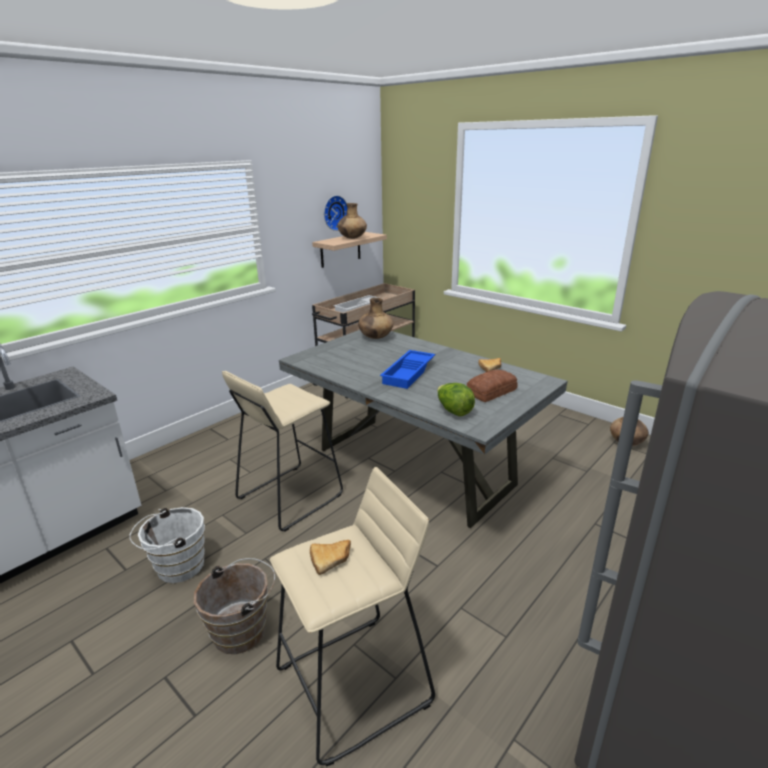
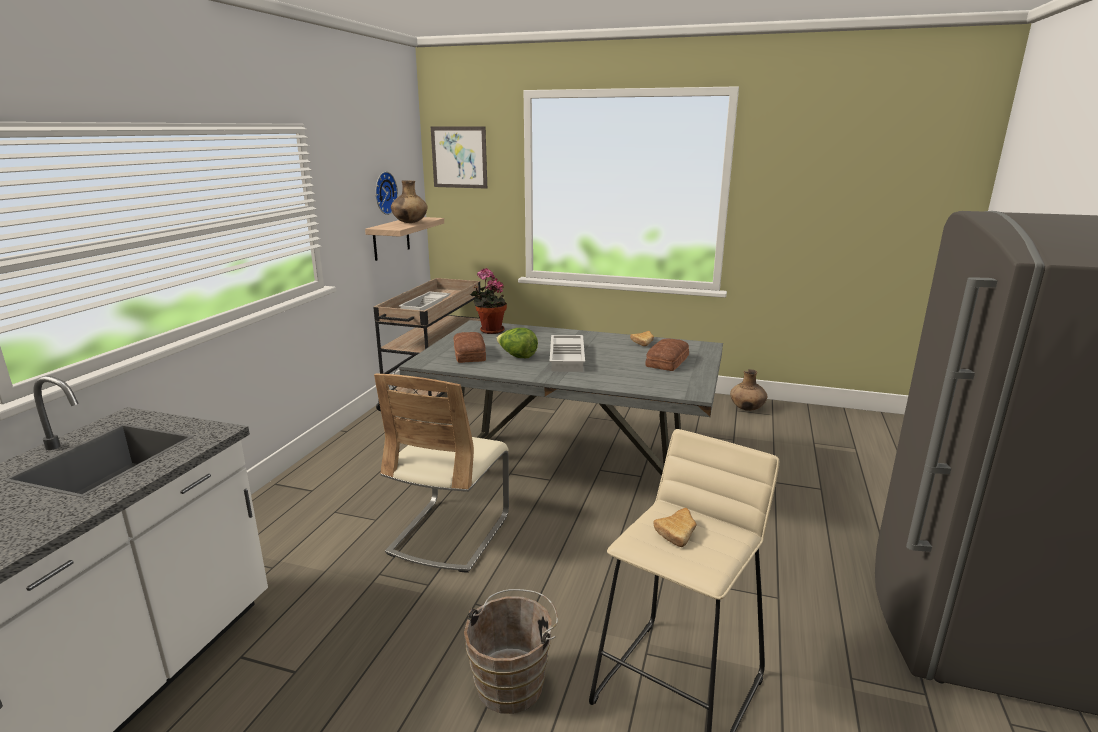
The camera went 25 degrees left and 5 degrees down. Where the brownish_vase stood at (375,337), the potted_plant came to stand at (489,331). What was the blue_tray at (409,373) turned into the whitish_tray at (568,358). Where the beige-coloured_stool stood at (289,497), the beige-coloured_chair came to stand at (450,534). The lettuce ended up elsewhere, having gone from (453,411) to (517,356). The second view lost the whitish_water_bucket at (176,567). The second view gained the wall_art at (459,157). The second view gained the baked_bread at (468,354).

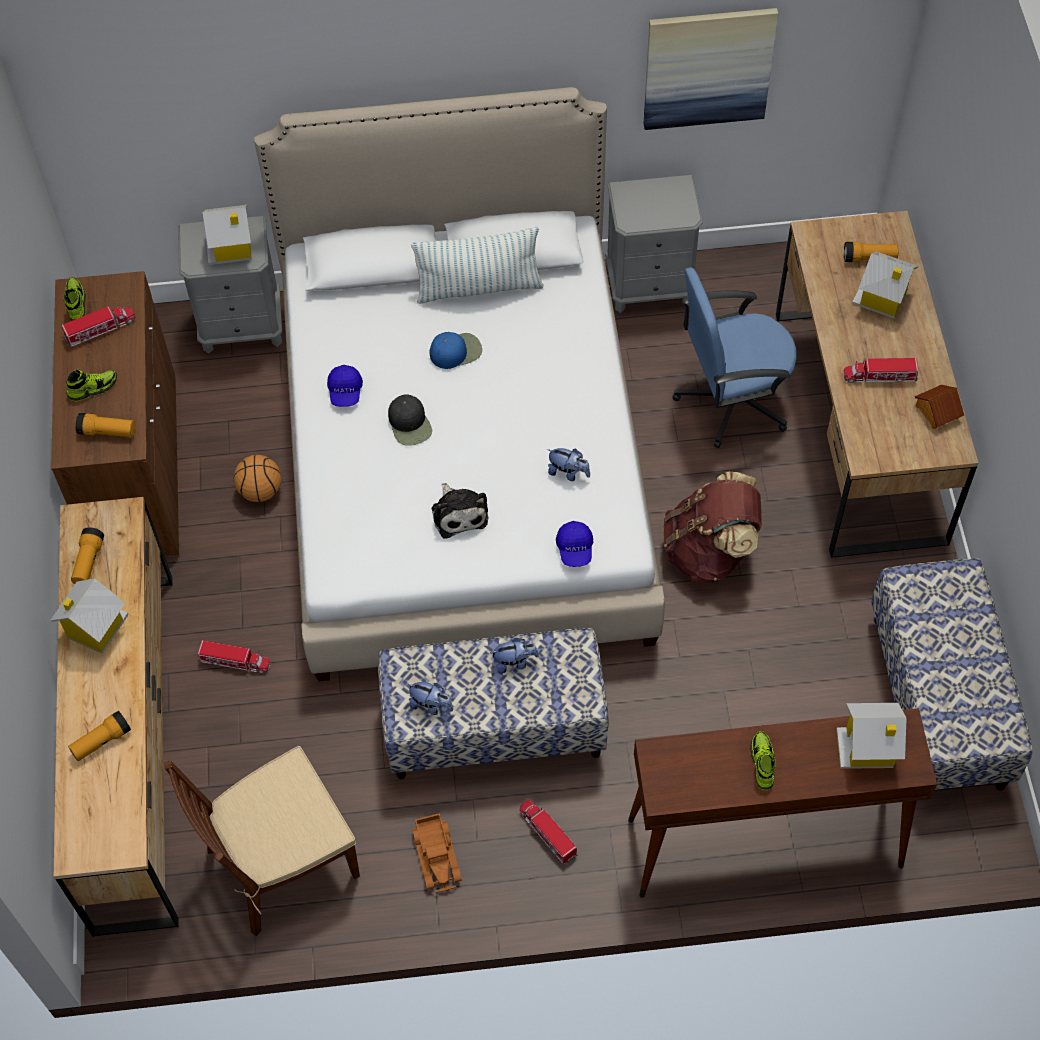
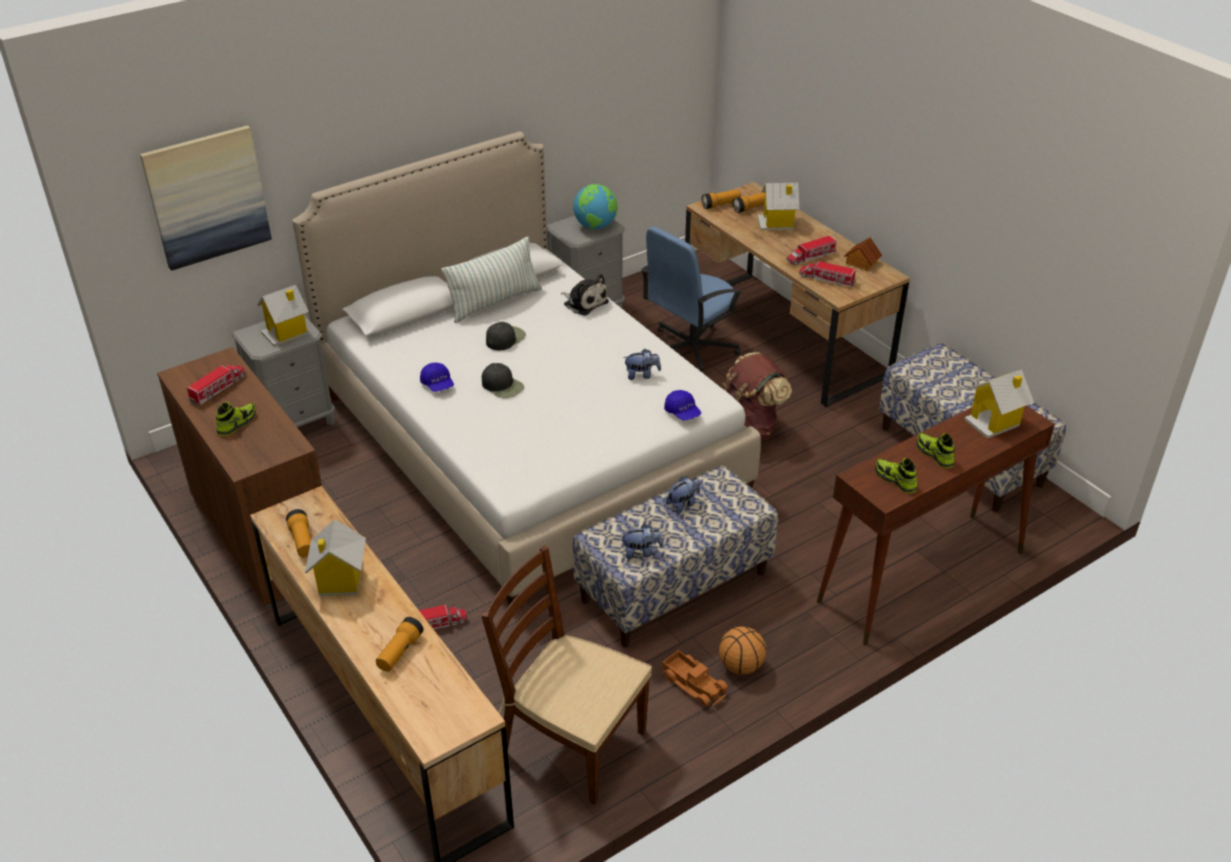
The camera went 30 degrees left and 20 degrees down. The wall_art ended up elsewhere, having gone from (708,67) to (207,197). The item_of_footwear ended up elsewhere, having gone from (76,303) to (895,480). What was the blue_baseball_cap at (456,351) turned into the black-coloured_baseball_cap at (505,338). The flashlight ended up elsewhere, having gone from (107,432) to (721,205). The basketball ended up elsewhere, having gone from (260,490) to (740,666). The cuddly_toy ended up elsewhere, having gone from (459,513) to (584,302). The brownish_chair at (281,863) ended up facing another way, 90 degrees clockwise from before. The toy_lorry ended up elsewhere, having gone from (547,833) to (826,279). The second view gained the globe at (595,226).

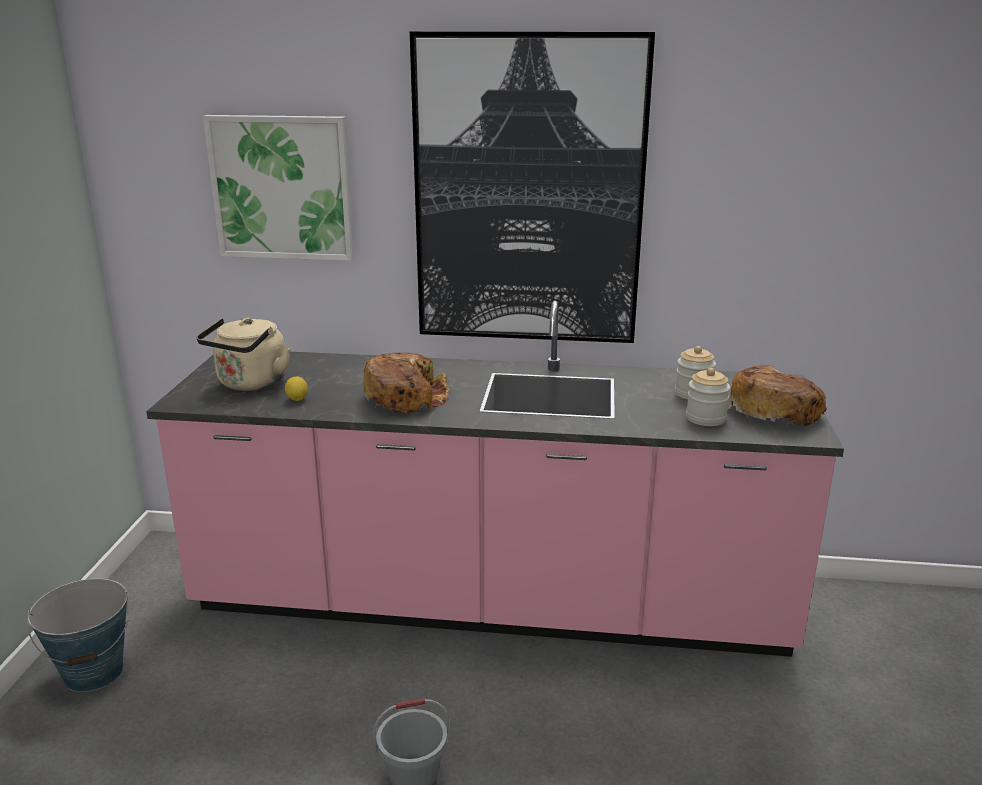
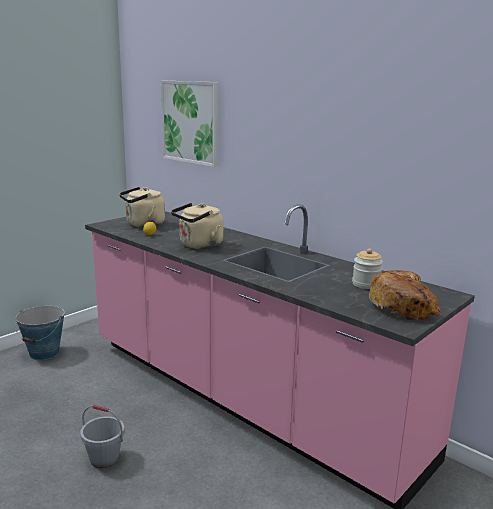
The camera went 35 degrees right and 5 degrees down. The second view lost the wall_art at (528,193). Where the baked_bread stood at (406,397), the beige-coloured_water_kettle came to stand at (199,245). The second view lost the jar at (705,418).

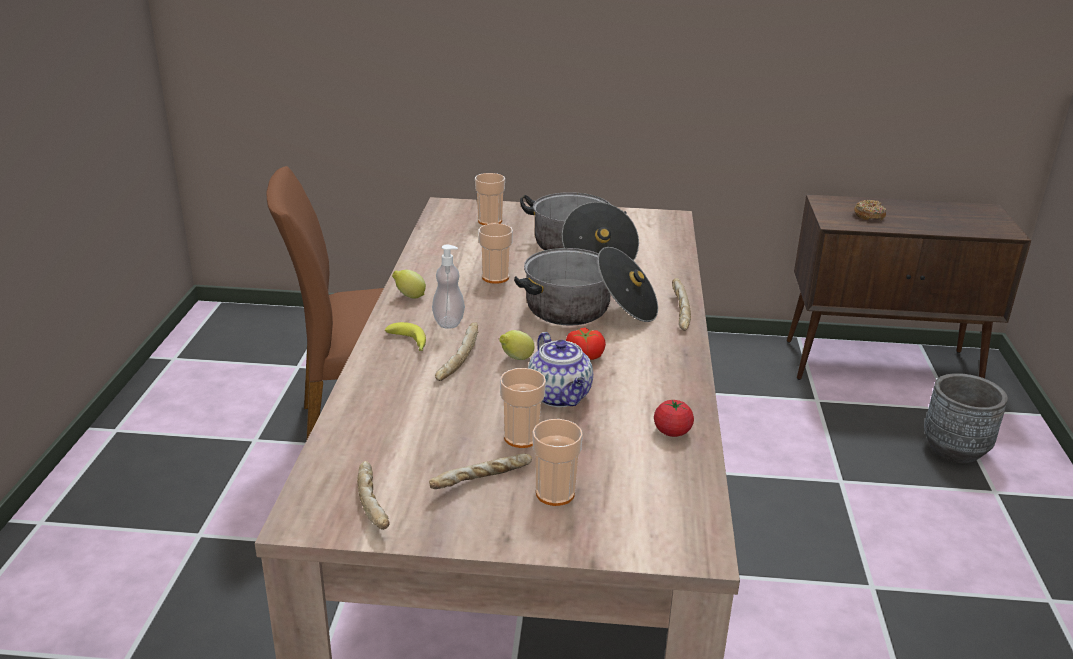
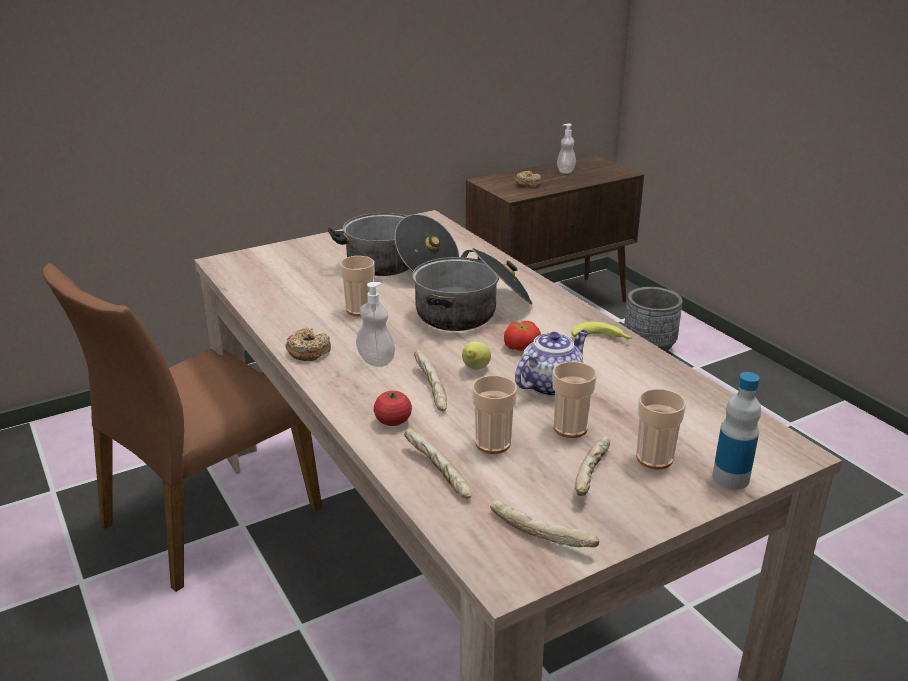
The camera went 35 degrees left and 0 degrees up. The small_cup ended up elsewhere, having gone from (490,221) to (493,443). Where the lemon stood at (409,296), the ring_doughnut came to stand at (308,351). The baked_bread ended up elsewhere, having gone from (678,312) to (436,472). The whole_banana ended up elsewhere, having gone from (409,343) to (602,338). The tea_pot at (560,397) ended up facing another way, 75 degrees counterclockwise from before. The fresh_tomato ended up elsewhere, having gone from (672,432) to (393,421). The second view gained the liquid_soap_bottle at (565,171). The second view gained the bottle at (730,478).

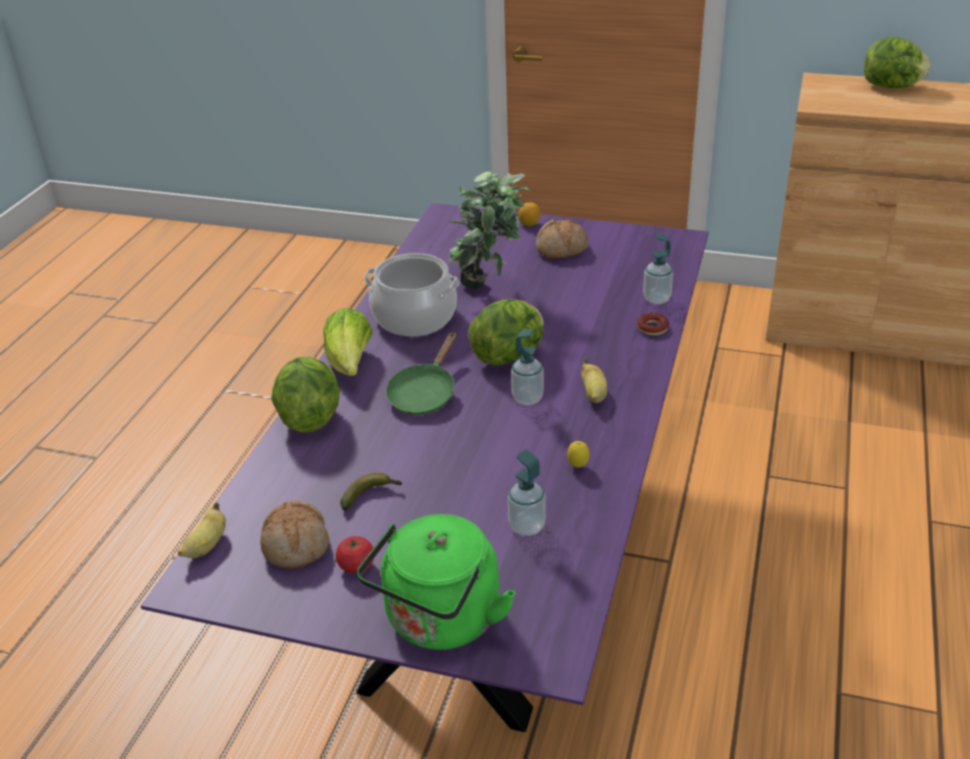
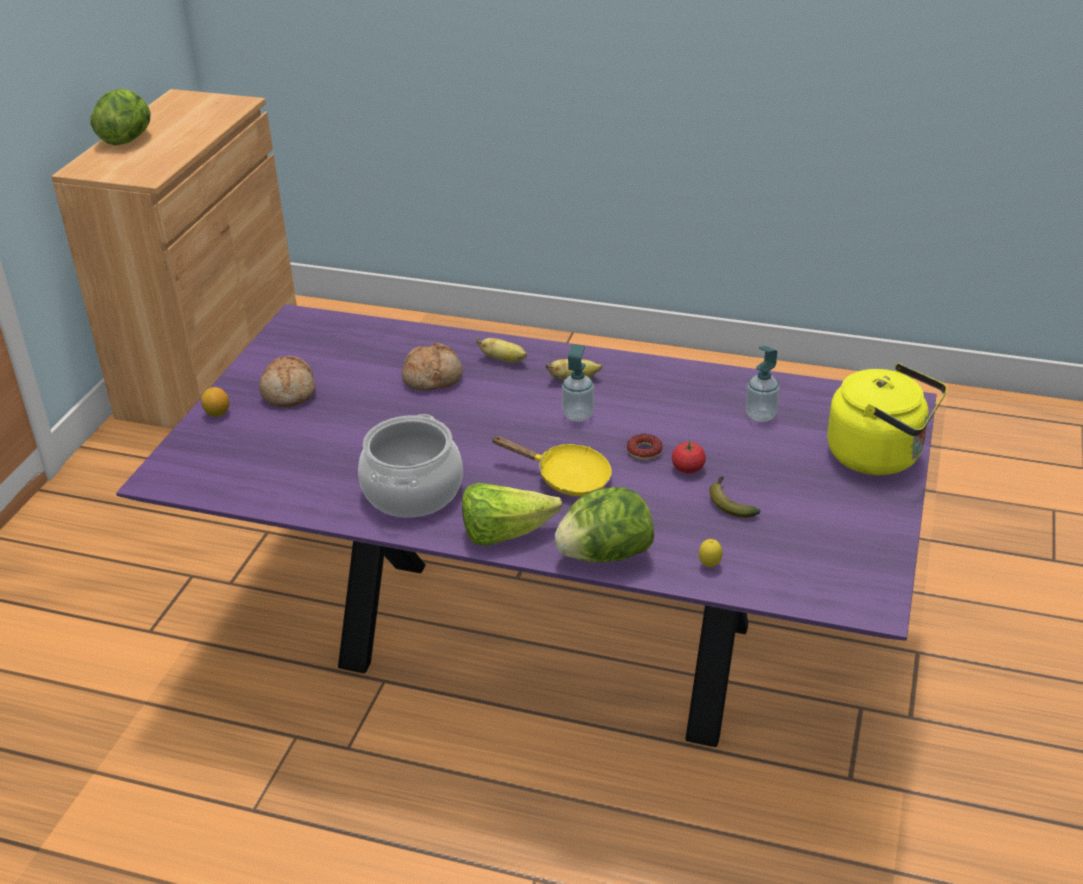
The camera went 90 degrees left and 0 degrees up. The second view lost the potted_plant at (489,286). The second view lost the liquid_soap_bottle at (656,299). The second view lost the lettuce at (509,356). The ring_doughnut ended up elsewhere, having gone from (652,328) to (644,451). What was the green_pan at (424,394) turned into the yellow_pan at (566,478). The lemon ended up elsewhere, having gone from (578,466) to (709,566). The baked_bread ended up elsewhere, having gone from (297,544) to (433,377). The whole_banana ended up elsewhere, having gone from (207,546) to (504,360). What was the green_water_kettle at (440,622) turned into the yellow_water_kettle at (880,456). The fresh_tomato ended up elsewhere, having gone from (356,566) to (688,469).

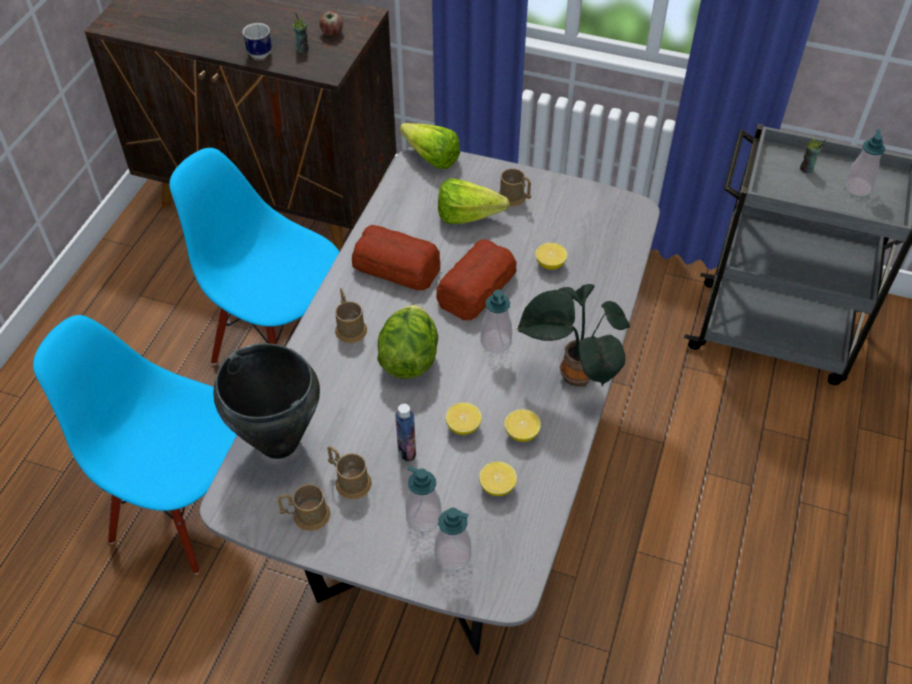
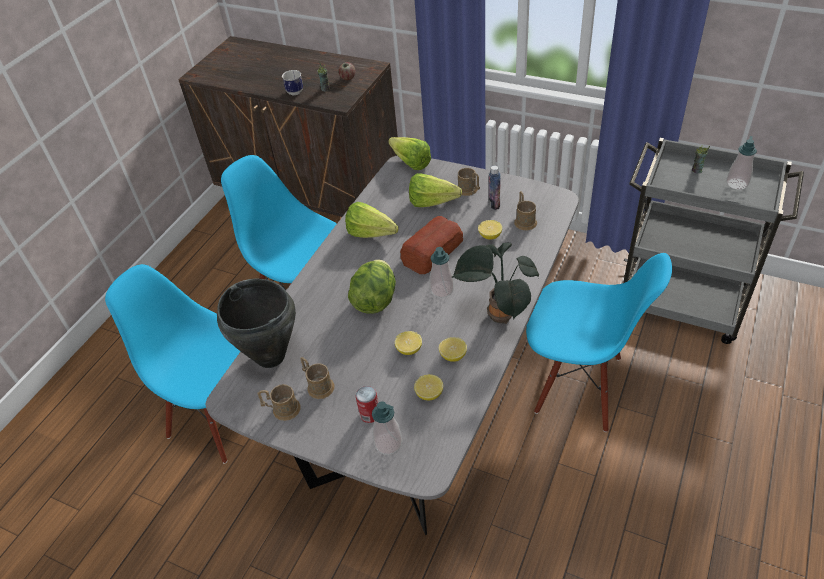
The camera went 10 degrees right and 5 degrees down. Where the baked_bread stood at (395,265), the lettuce came to stand at (374,235). The brownish_tea_mug ended up elsewhere, having gone from (349,326) to (524,220). The bottle ended up elsewhere, having gone from (407,450) to (494,204). Where the liquid_soap_bottle stood at (423,517), the sealed_can came to stand at (370,414). The second view gained the blue_chair at (578,386).

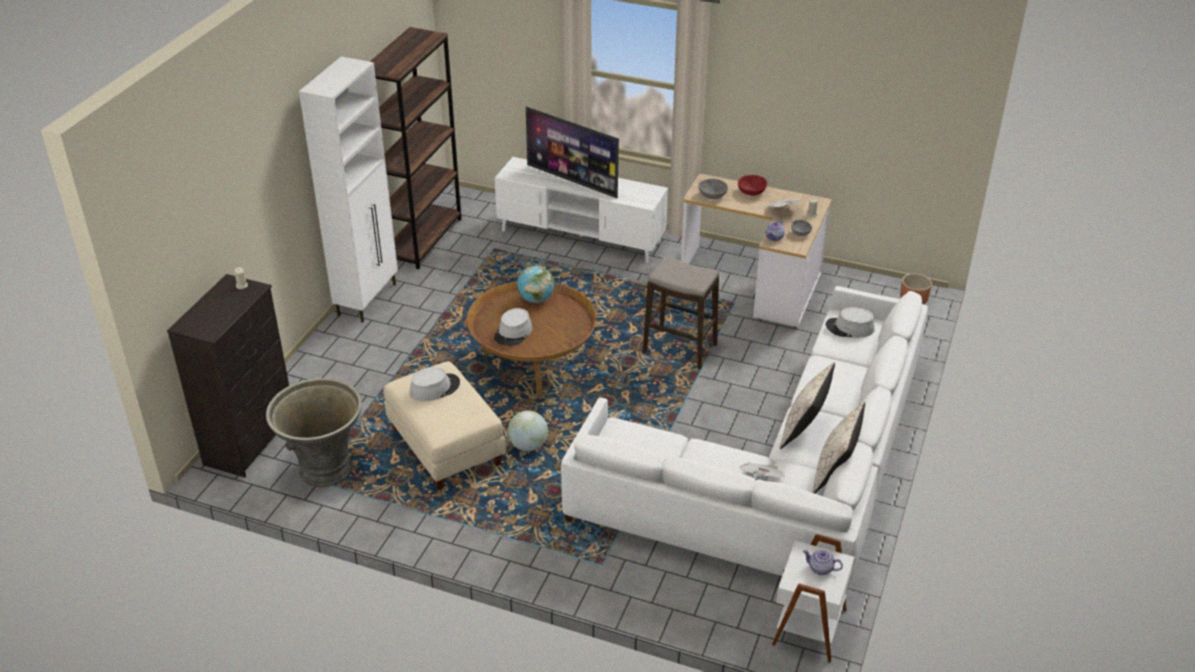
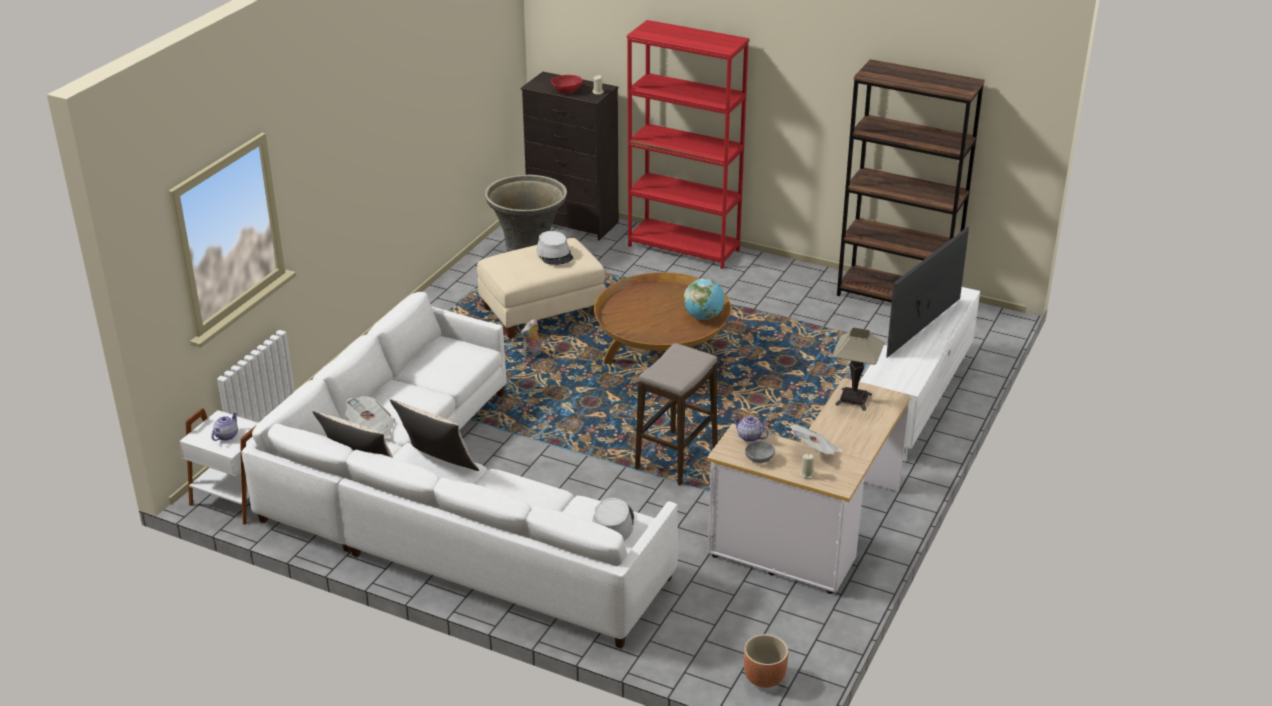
The camera went 95 degrees right and 5 degrees down. The second view lost the whitish_cupboard at (368,299). The reddish_bowl ended up elsewhere, having gone from (752,192) to (567,91). Where the greyish_bowl stood at (712,195), the tabletop_lamp came to stand at (853,399). The second view lost the greyish_hat at (513,333). Where the globe stood at (528,445), the cuddly_toy came to stand at (532,354). The second view gained the reddish_shelving_unit at (684,248).

